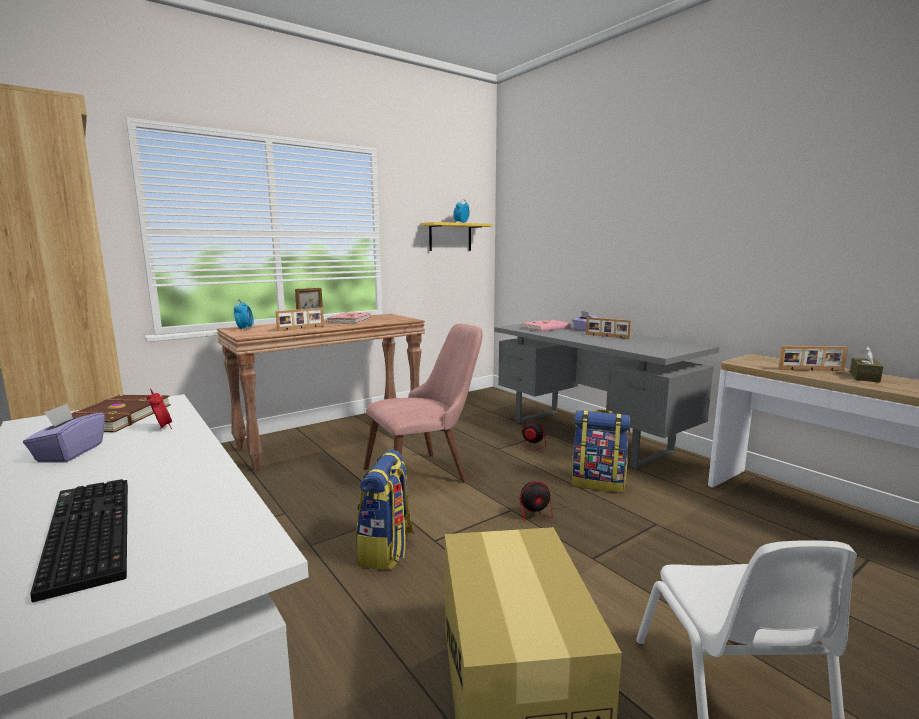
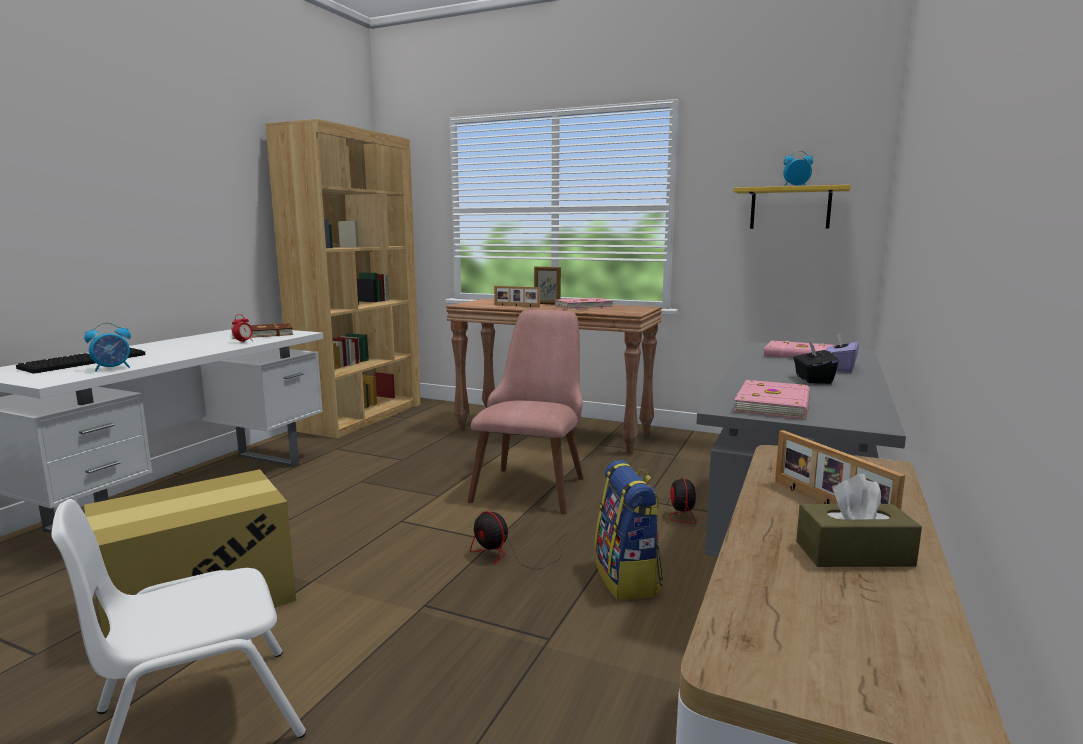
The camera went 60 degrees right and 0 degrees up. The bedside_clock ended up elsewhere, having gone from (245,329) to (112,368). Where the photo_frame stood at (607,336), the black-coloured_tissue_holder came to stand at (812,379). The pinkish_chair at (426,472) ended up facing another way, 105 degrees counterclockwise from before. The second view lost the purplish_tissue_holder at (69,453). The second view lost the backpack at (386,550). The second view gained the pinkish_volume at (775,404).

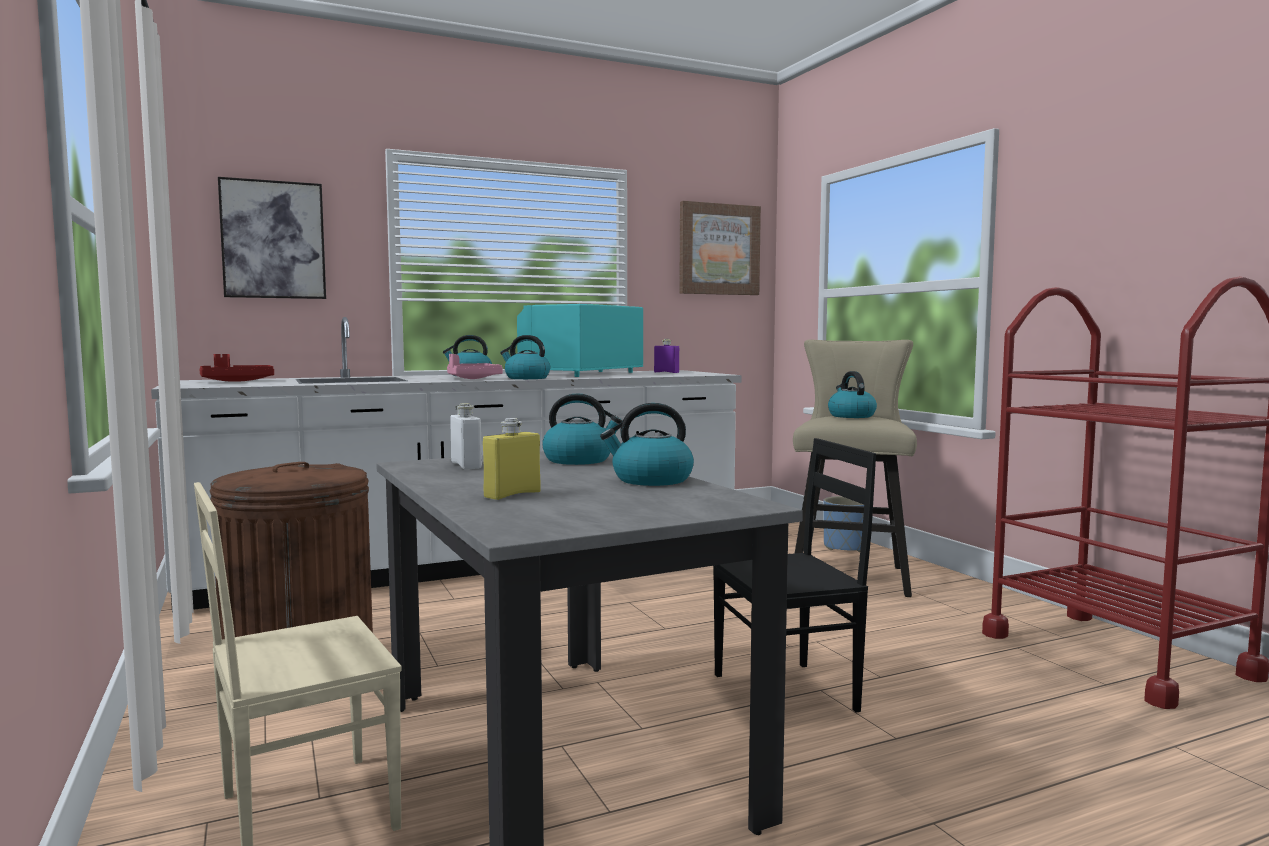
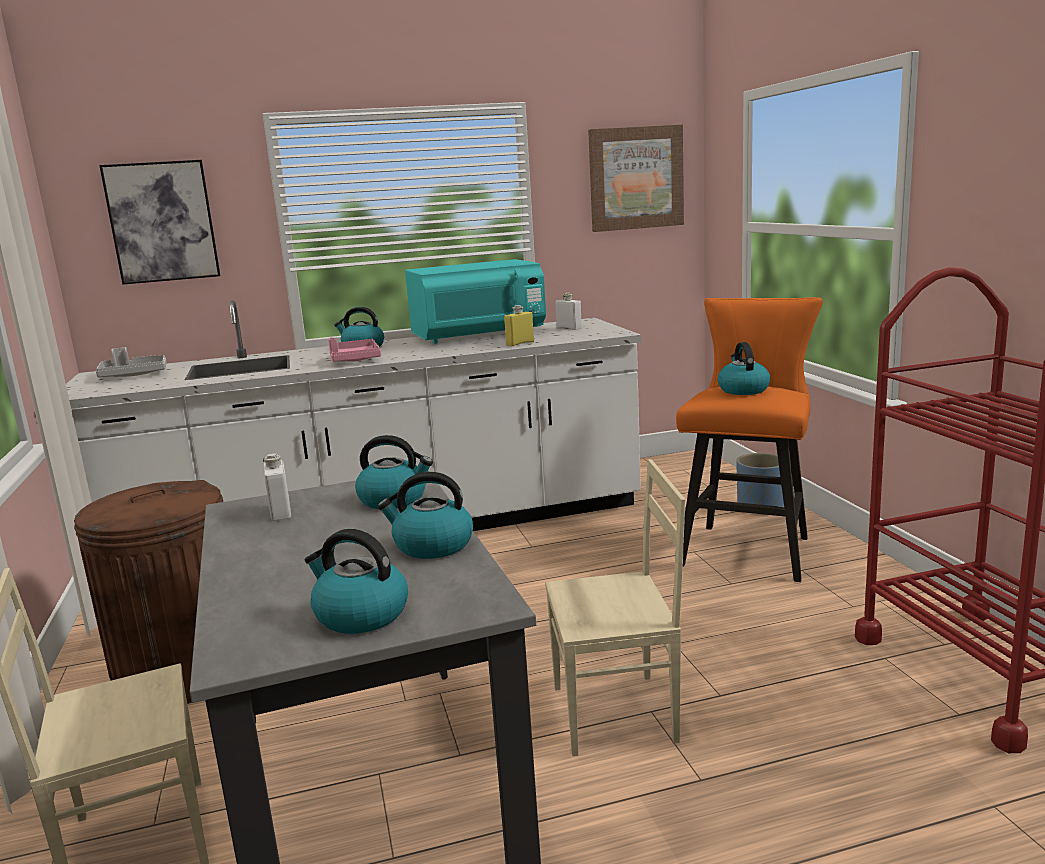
The camera went 10 degrees right and 10 degrees up. The turquoise-coloured_microwave at (582,373) ended up facing another way, 150 degrees counterclockwise from before. The water_kettle ended up elsewhere, having gone from (526,378) to (360,615). What was the purplish_bottle at (666,372) turned into the whitish_bottle at (569,328). What was the beige-coloured_stool at (850,574) turned into the orange_stool at (749,548). What was the reddish_tray at (236,381) turned into the greyish_tray at (133,375). The yellow_bottle ended up elsewhere, having gone from (512,494) to (520,343). What was the black-coloured_chair at (787,693) turned into the beige-coloured_chair at (616,714).

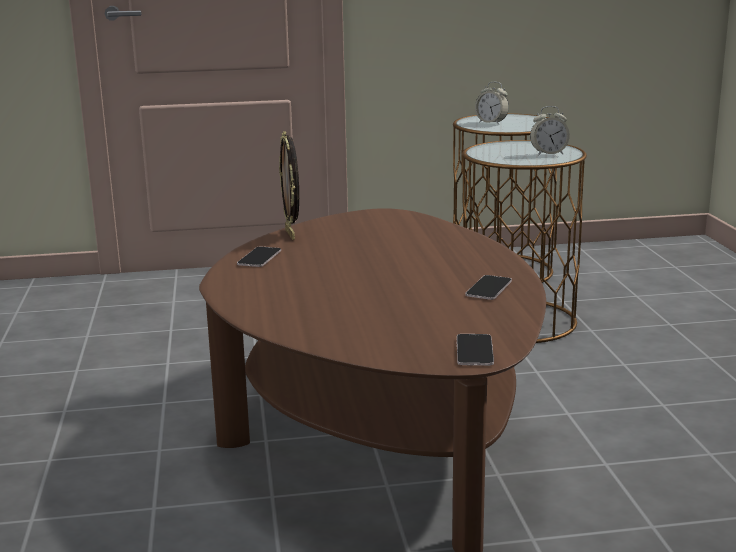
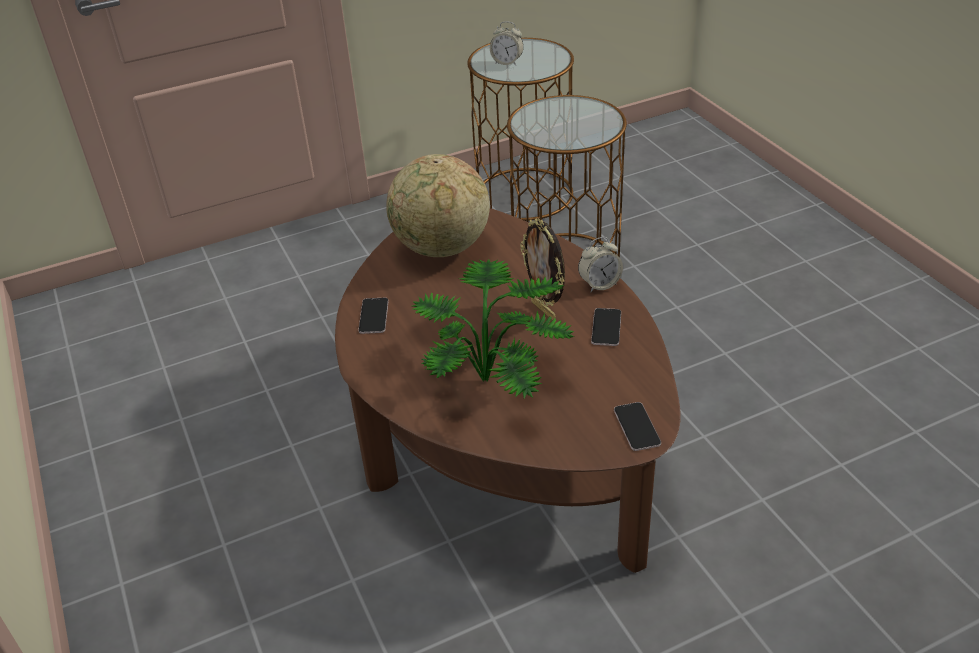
The camera went 15 degrees left and 20 degrees up. The bedside_clock ended up elsewhere, having gone from (548,154) to (599,284). The photo_frame ended up elsewhere, having gone from (291,234) to (544,310). The second view gained the globe at (441,248). The second view gained the potted_plant at (495,378).

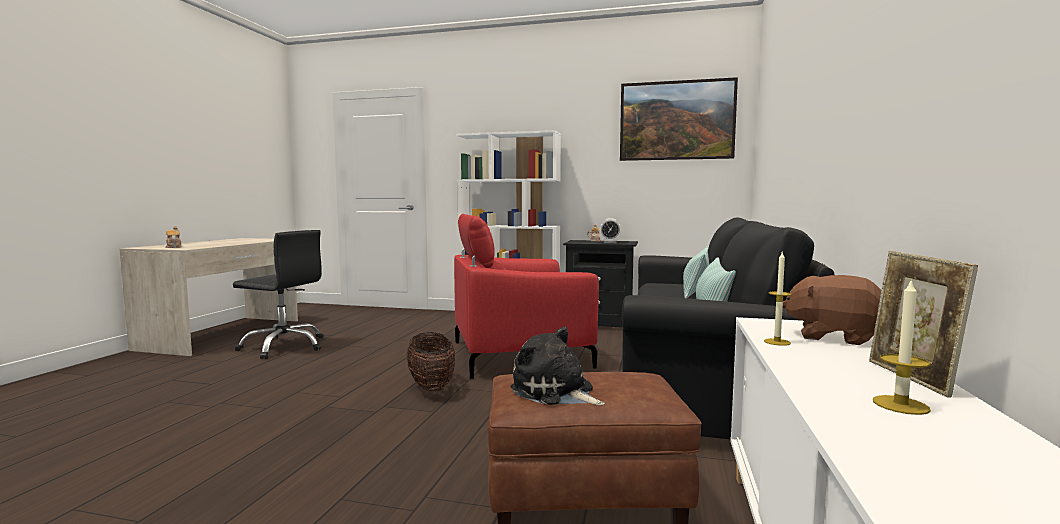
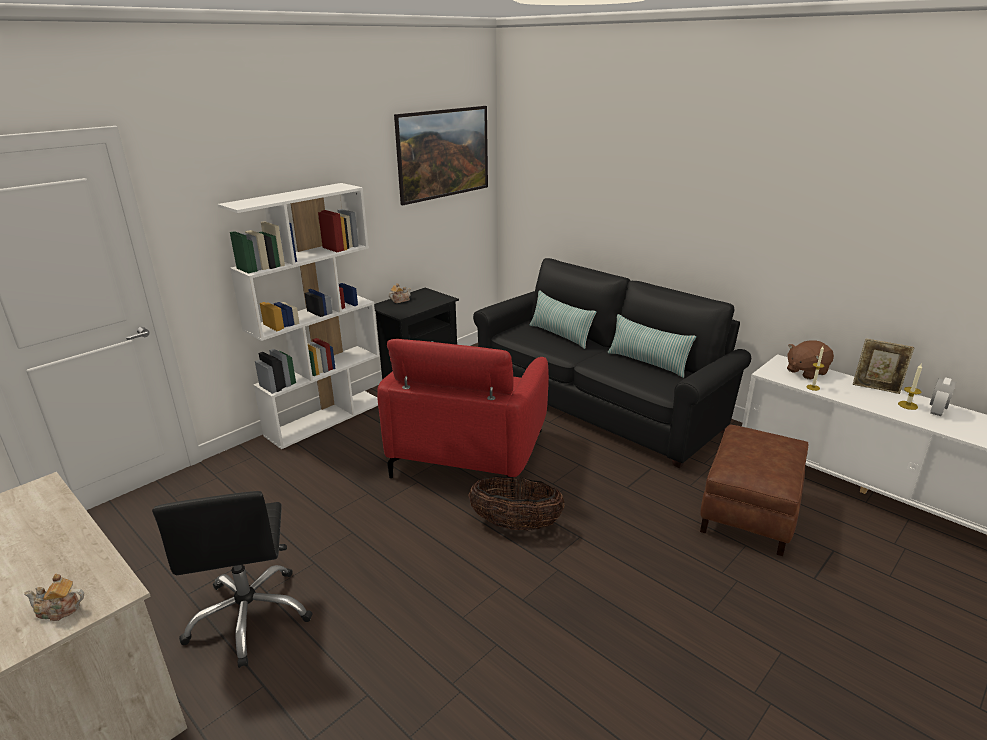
The camera went 60 degrees left and 20 degrees up. The bedside_clock ended up elsewhere, having gone from (610,242) to (936,411). The black-coloured_office_chair at (284,346) ended up facing another way, 120 degrees clockwise from before. The second view lost the cuddly_toy at (555,392).

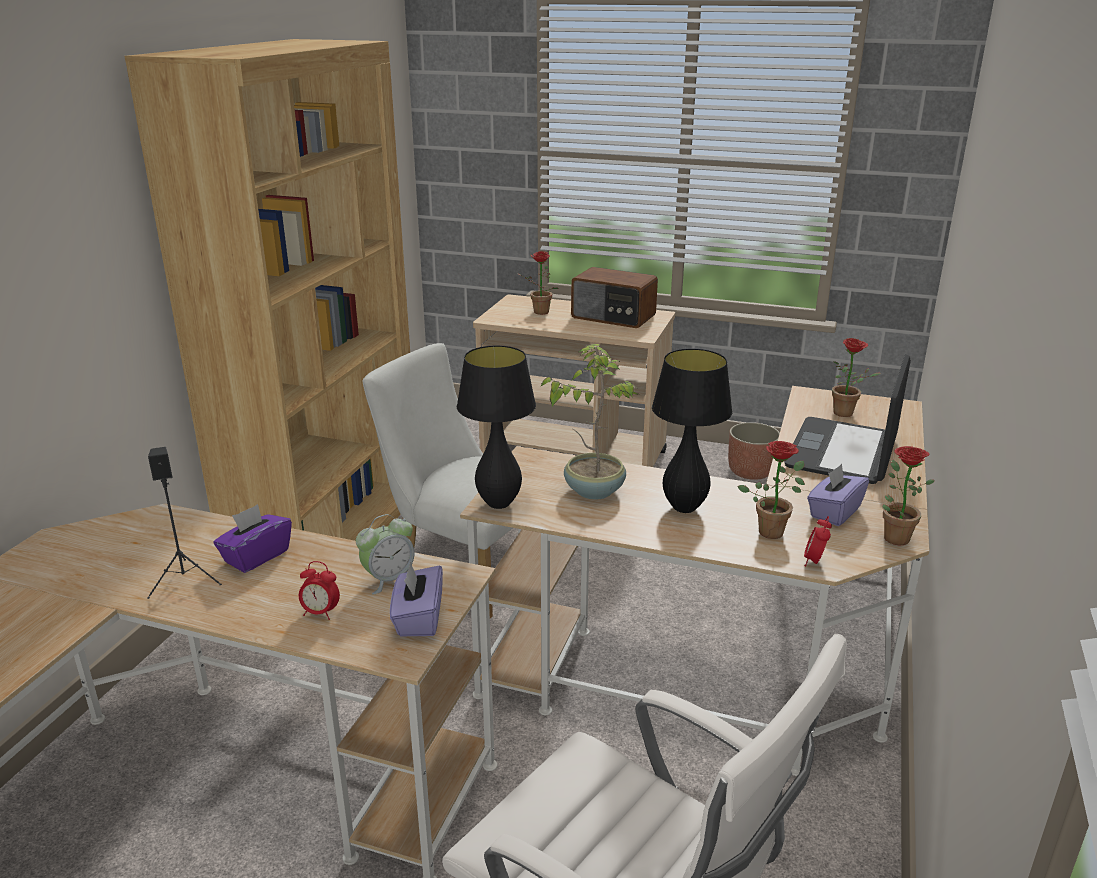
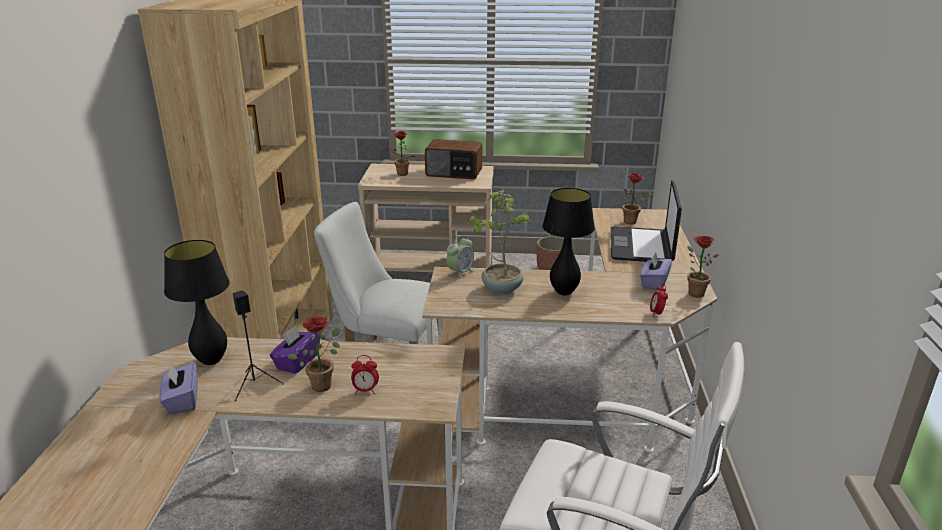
The camera went 15 degrees left and 0 degrees up. The black-coloured_tabletop_lamp ended up elsewhere, having gone from (498,503) to (211,360). The potted_plant ended up elsewhere, having gone from (772,529) to (323,383). The bedside_clock ended up elsewhere, having gone from (389,579) to (460,273). The purplish_tissue_holder ended up elsewhere, having gone from (418,619) to (182,401).

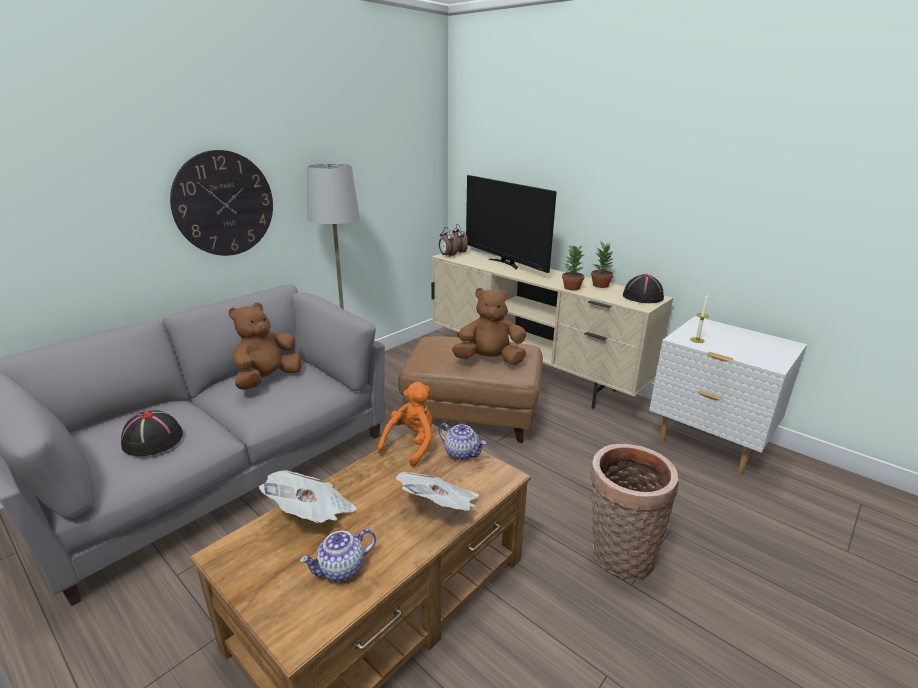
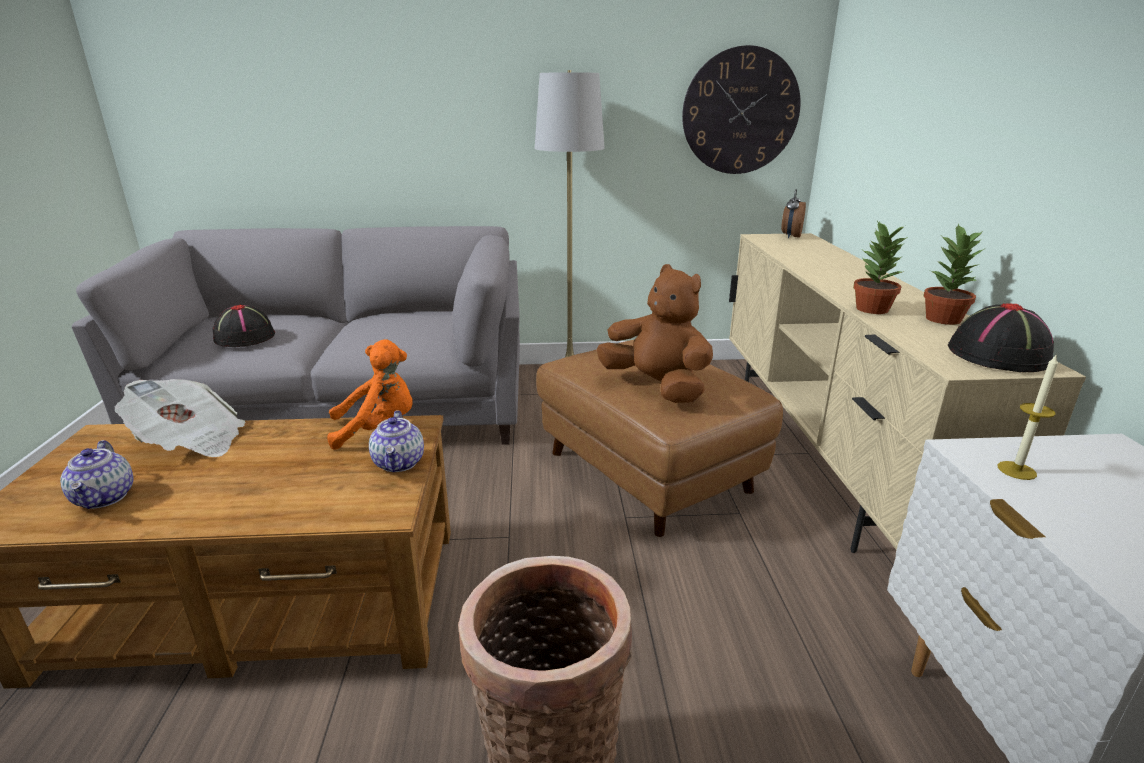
The camera went 45 degrees right and 0 degrees up. The wall_clock ended up elsewhere, having gone from (224,204) to (740,111). The second view lost the TV_set at (505,263). The second view lost the bedside_clock at (447,256). The second view lost the brownish_cuddly_toy at (267,380). The second view lost the daily_paper at (440,507). The tea_pot at (341,569) ended up facing another way, 120 degrees counterclockwise from before.

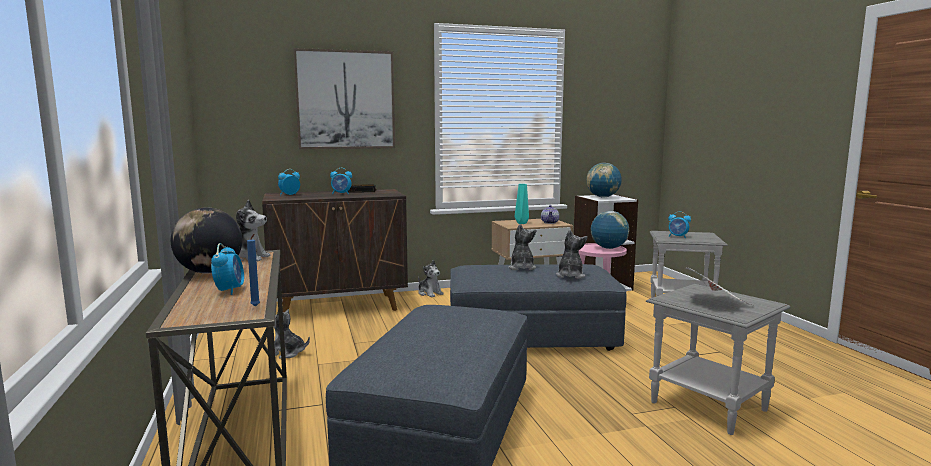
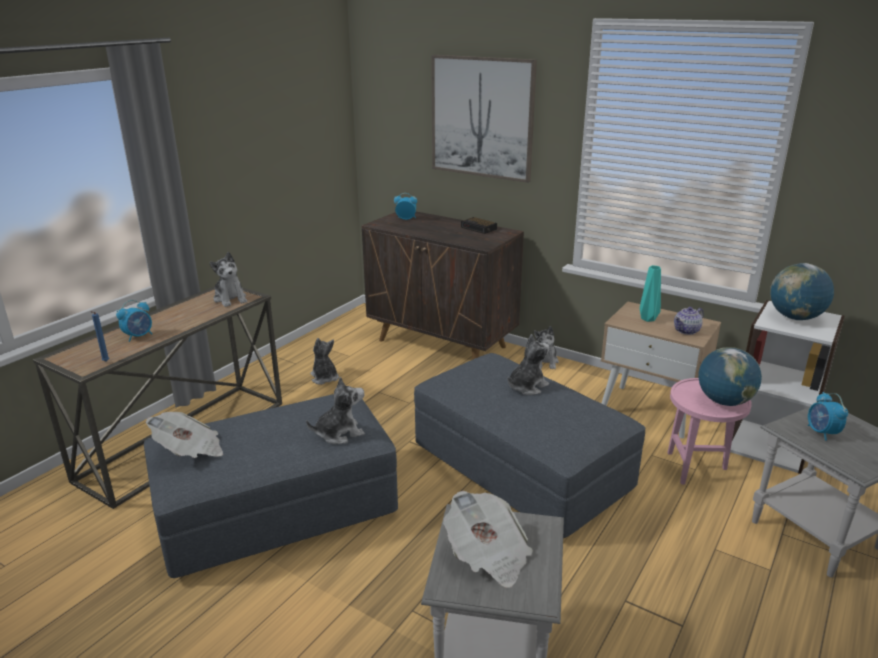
The camera went 50 degrees right and 15 degrees up. The second view lost the bedside_clock at (341,193). The second view lost the globe at (209,272). The cuddly_toy ended up elsewhere, having gone from (570,275) to (339,433). The second view gained the daily_paper at (190,451).

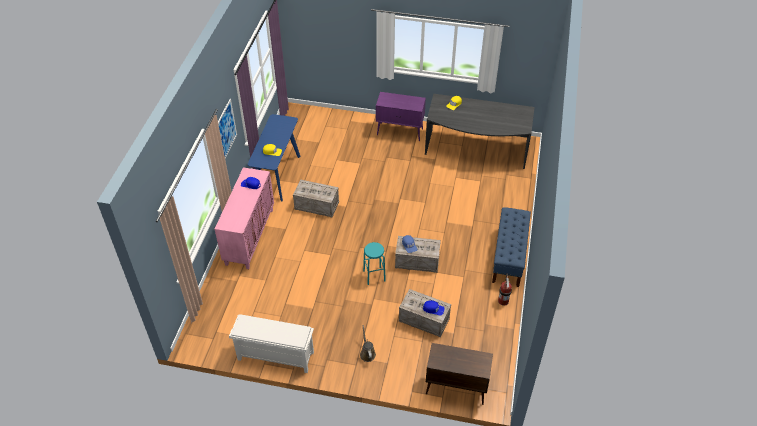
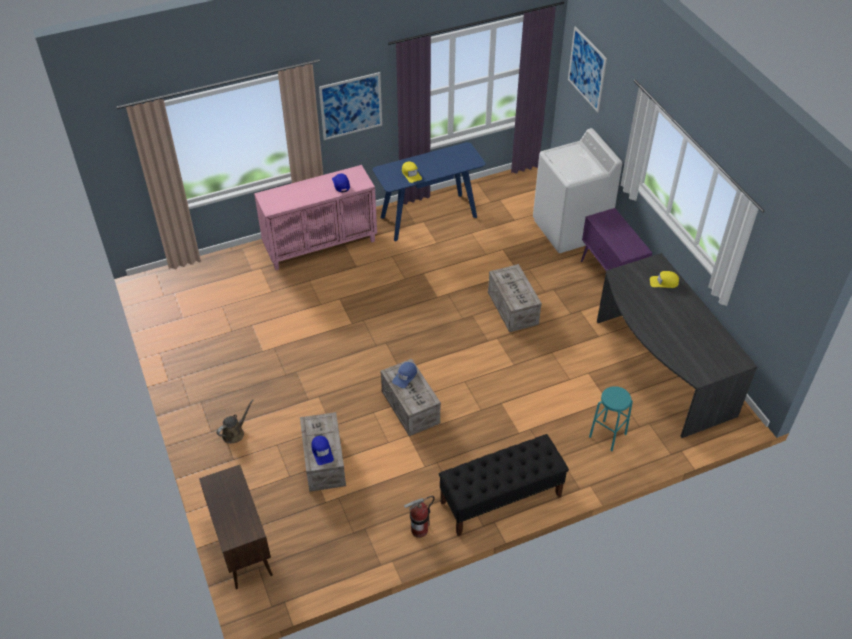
The camera went 55 degrees right and 0 degrees up. The packing_crate ended up elsewhere, having gone from (316,205) to (512,307). What was the blue_bench at (509,257) turned into the black-coloured_bench at (500,499). The turquoise-coloured_stool ended up elsewhere, having gone from (374,276) to (607,435). The second view lost the whitish_shoe_rack at (275,356). The second view gained the wall_art at (587,69). The second view gained the whitish_laundry_machine at (570,229).

